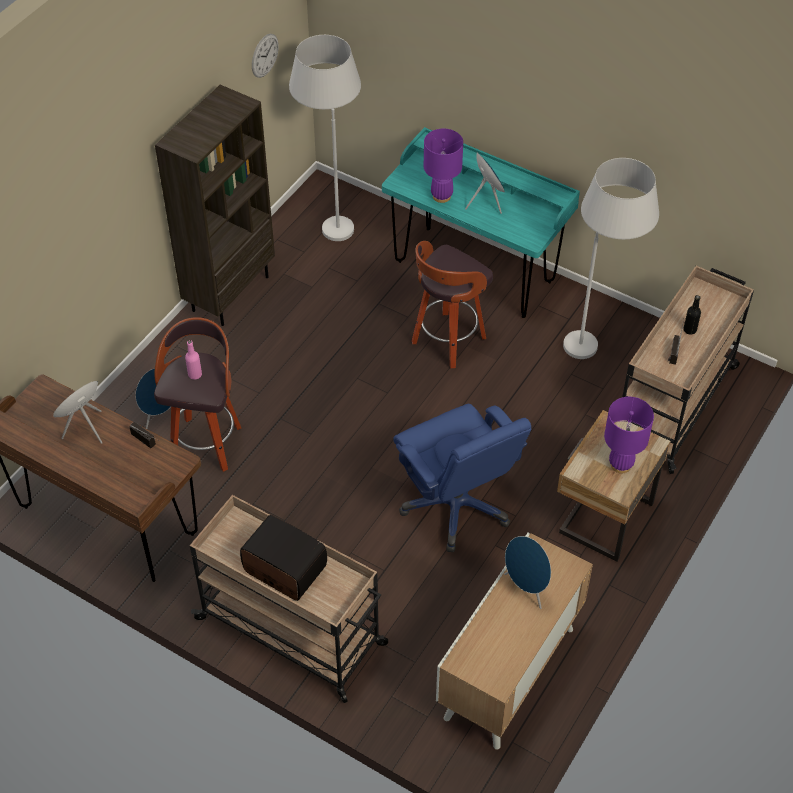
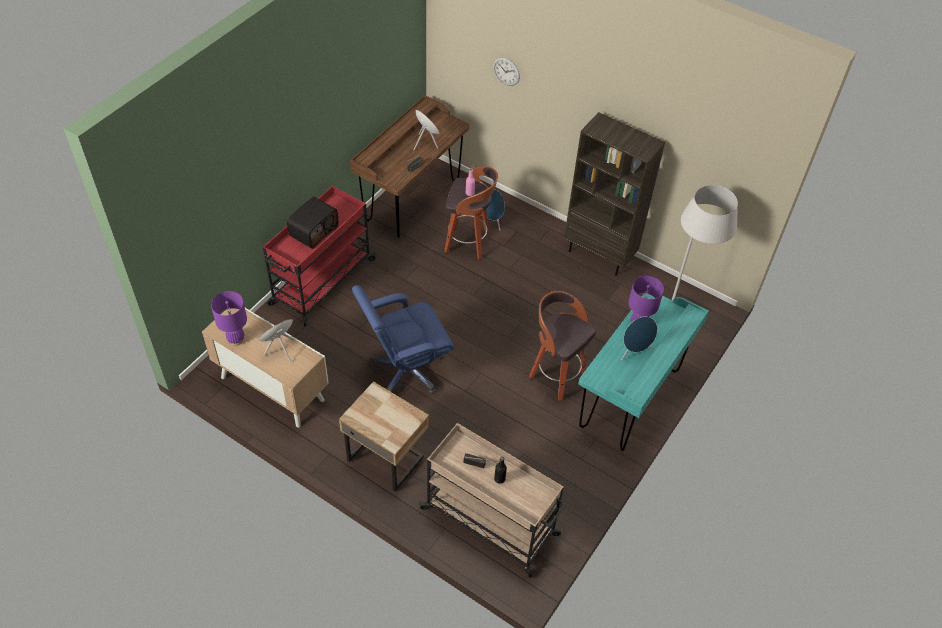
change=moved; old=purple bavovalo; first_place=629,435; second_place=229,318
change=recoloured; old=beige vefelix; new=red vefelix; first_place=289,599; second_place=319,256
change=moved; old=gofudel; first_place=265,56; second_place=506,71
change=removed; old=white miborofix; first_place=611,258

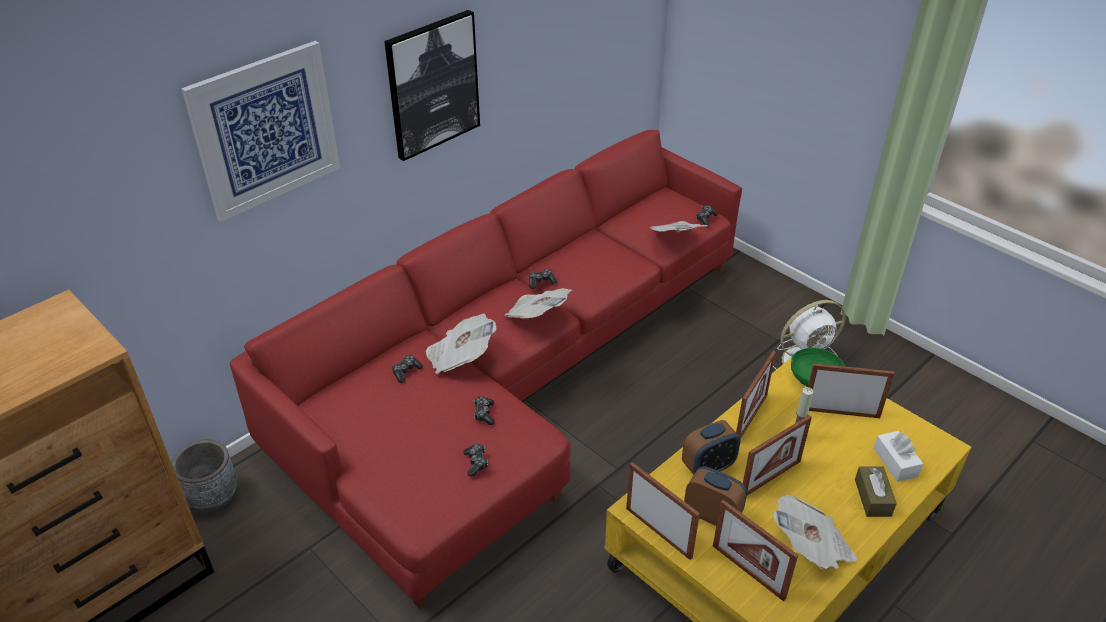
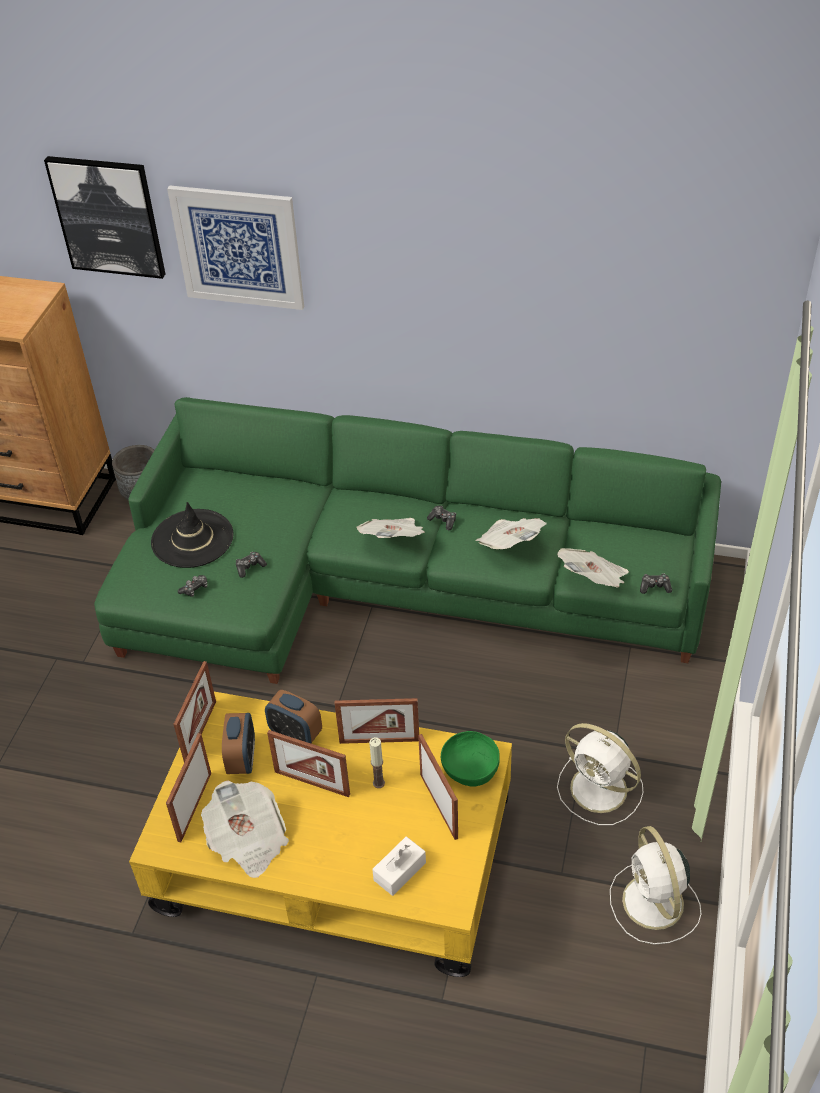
change=moved; old=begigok; first_place=432,85; second_place=104,217
change=recoloured; old=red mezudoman; new=green mezudoman; first_place=486,369; second_place=407,540
change=added; new=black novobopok; second_place=192,535
change=moved; old=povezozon; first_place=461,344; second_place=511,533
change=added; new=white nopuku; second_place=655,885
change=removed; old=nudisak; first_place=407,369
change=removed; old=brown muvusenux; first_place=876,491

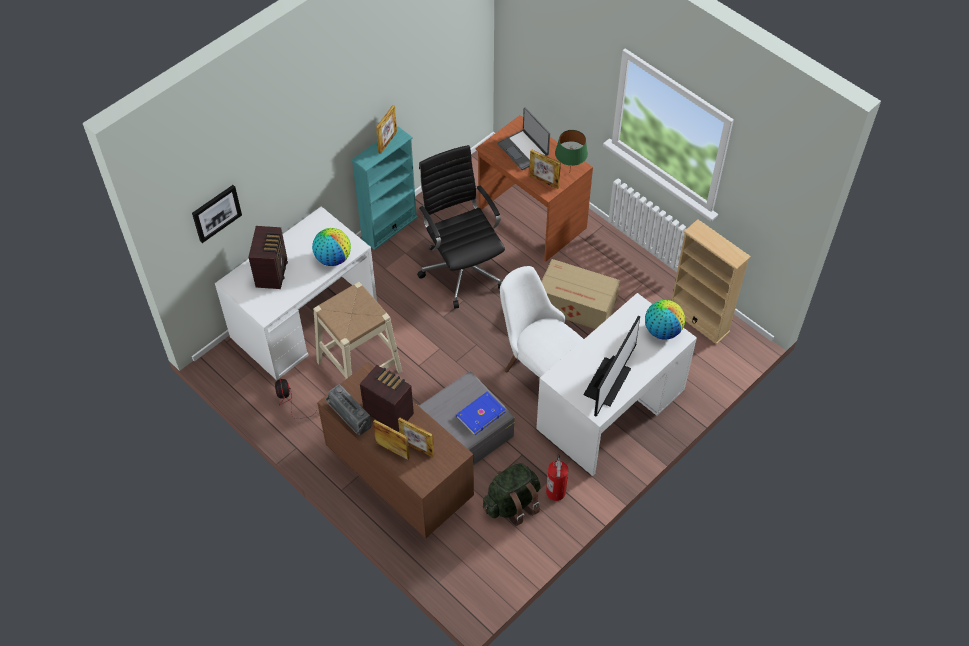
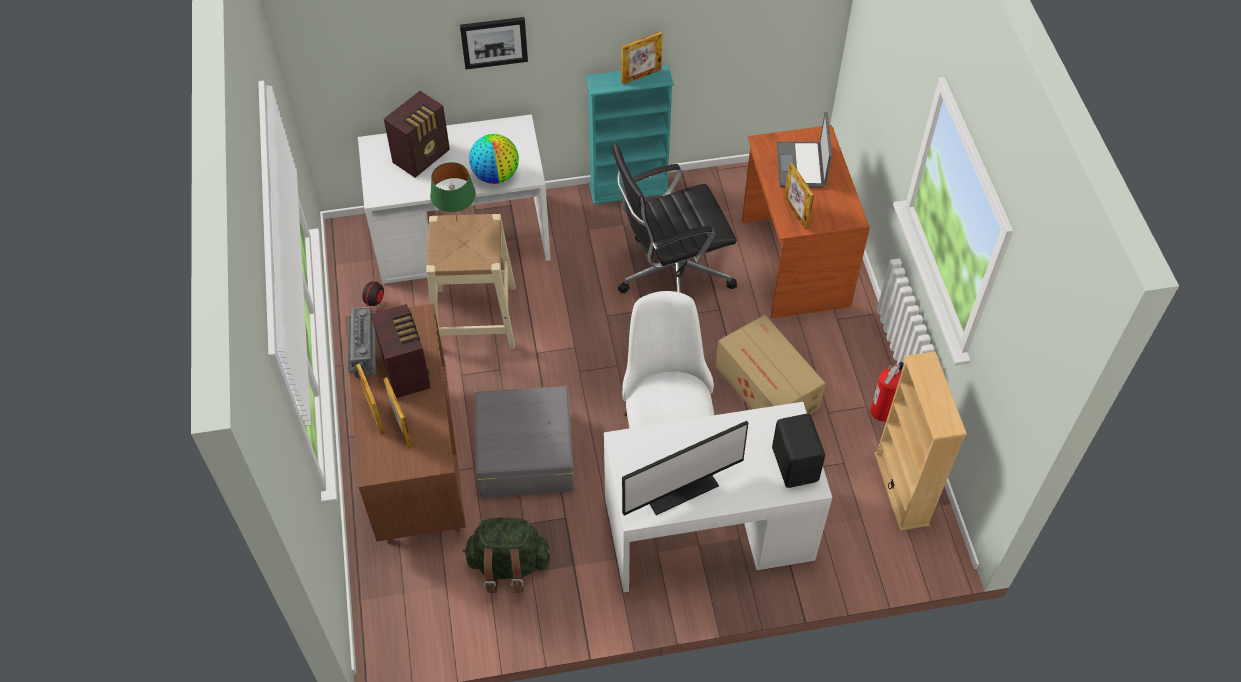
change=moved; old=green bavovalo; first_place=571,148; second_place=453,190
change=moved; old=begigok; first_place=217,214; second_place=494,43
change=turned; old=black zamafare; first_place=461,226; second_place=674,218; degrees=-120
change=replaced; old=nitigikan; new=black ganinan; first_place=665,320; second_place=798,451
change=moved; old=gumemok; first_place=557,477; second_place=887,392
change=removed; old=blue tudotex; first_place=481,414

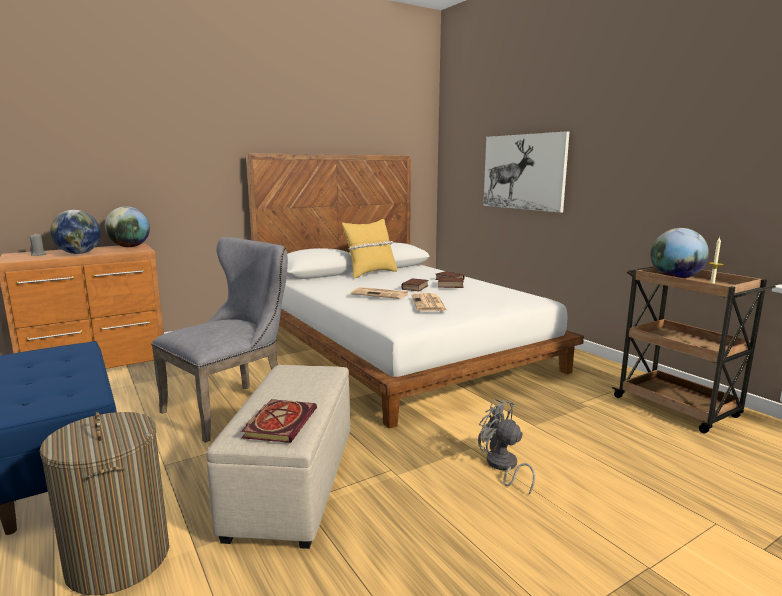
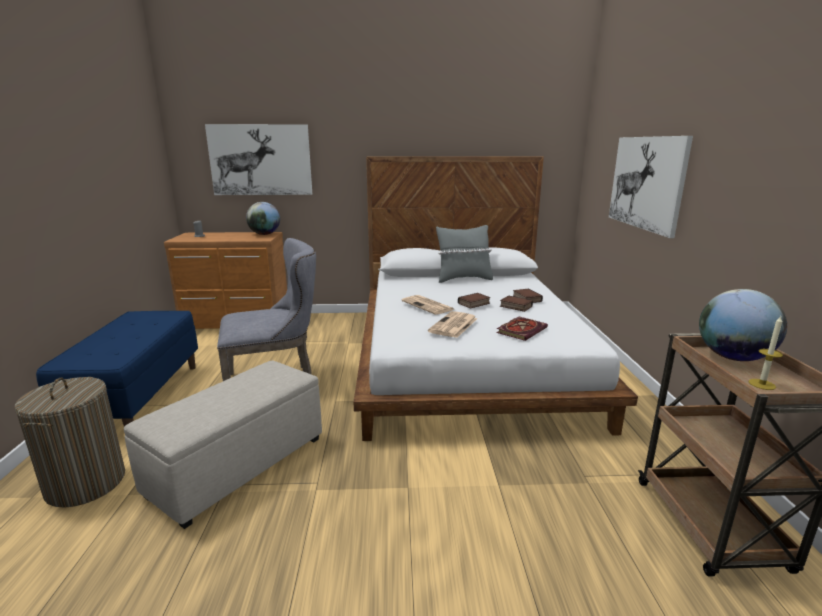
change=added; new=begigok; second_place=258,159
change=recoloured; old=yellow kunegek; new=grey kunegek; first_place=369,249; second_place=464,254
change=moved; old=tudotex; first_place=279,421; second_place=522,329
change=removed; old=nitigikan; first_place=75,232
change=removed; old=grey nopuku; first_place=506,446

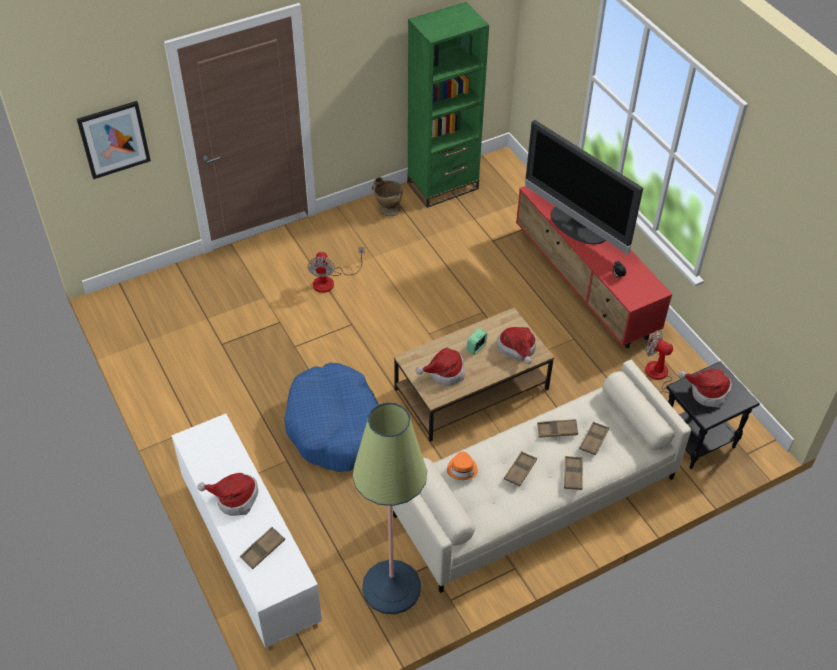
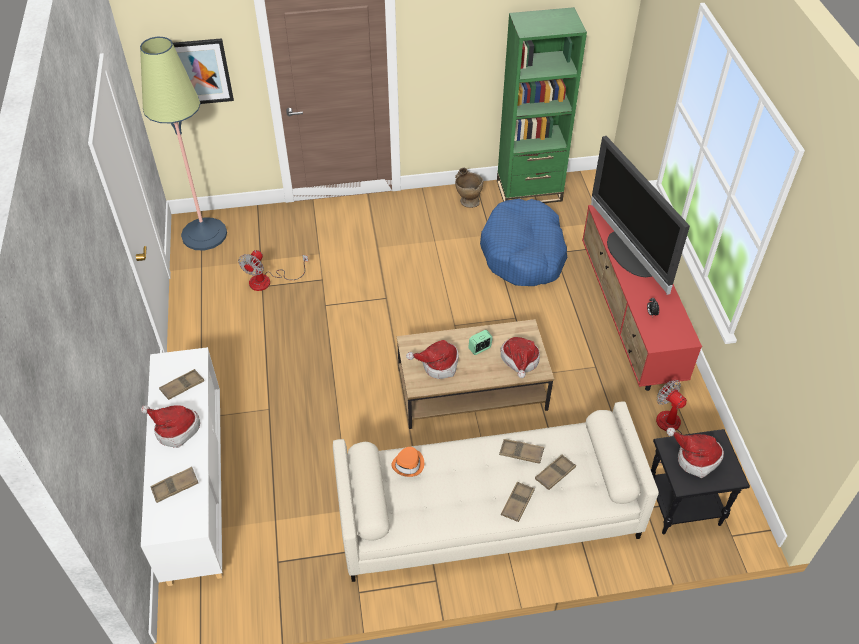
change=moved; old=miborofix; first_place=389,508; second_place=183,143
change=moved; old=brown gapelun; first_place=520,468; second_place=181,384
change=moved; old=nopuku; first_place=335,270; second_place=273,270
change=moved; old=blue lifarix; first_place=331,417; second_place=523,242

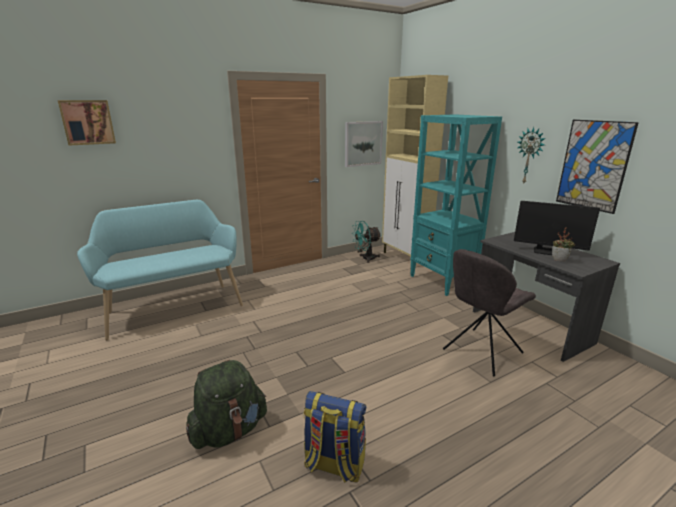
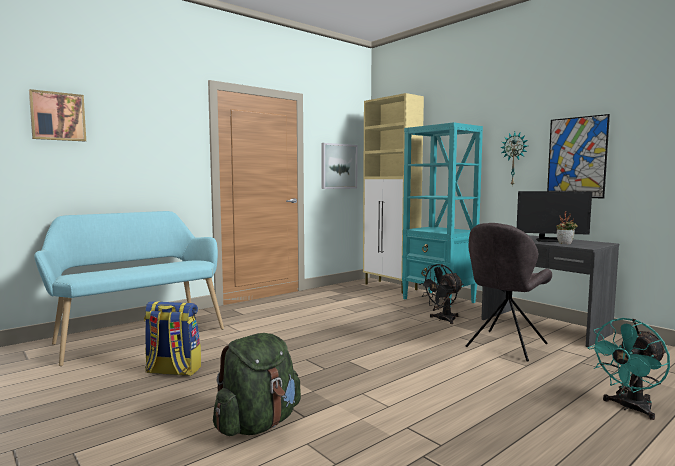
change=moved; old=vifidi; first_place=334,437; second_place=172,338
change=added; new=black nopuku; second_place=441,294
change=moved; old=turquoise nopuku; first_place=366,242; second_place=628,369

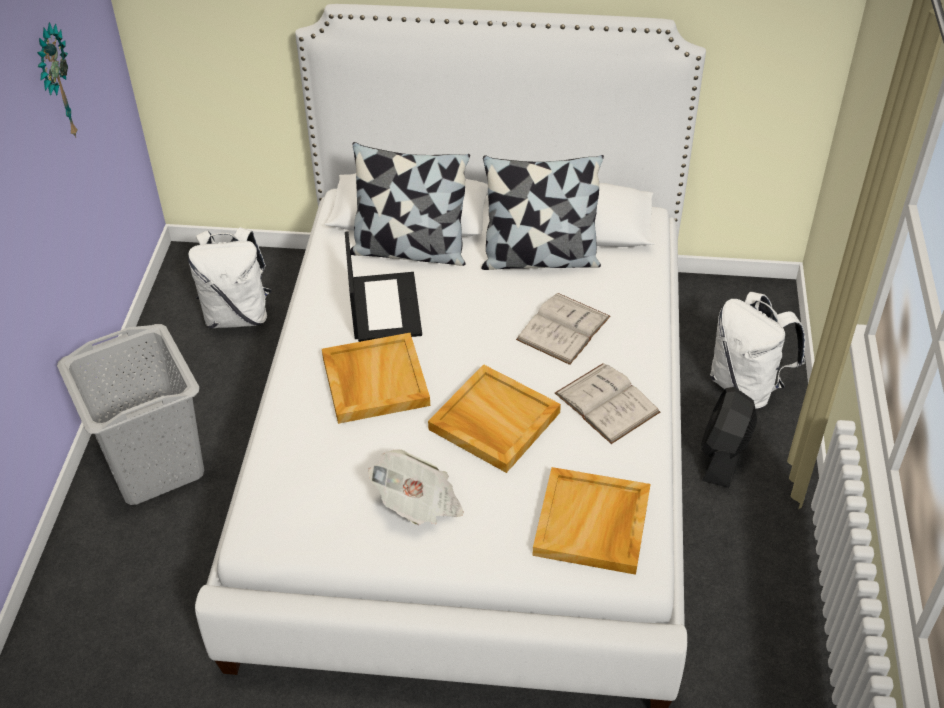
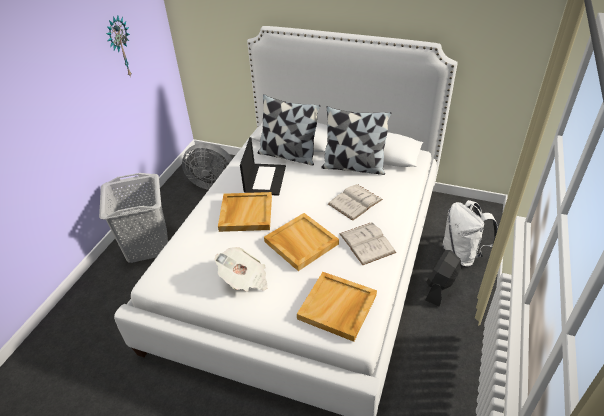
change=replaced; old=white vifidi; new=grey nopuku; first_place=230,278; second_place=207,166

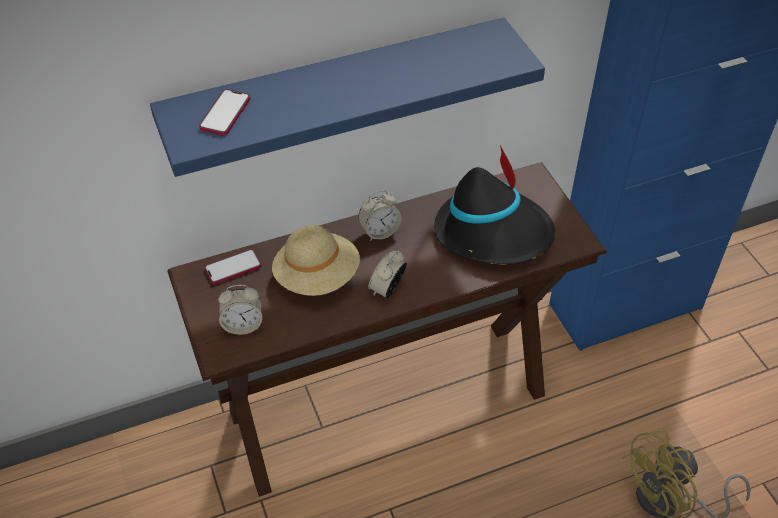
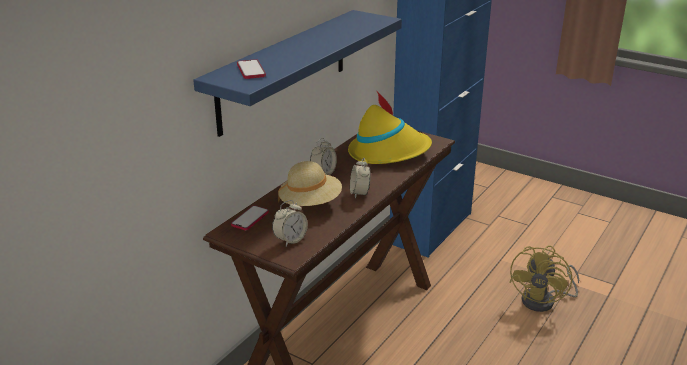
change=recoloured; old=black novobopok; new=yellow novobopok; first_place=494,205; second_place=390,127

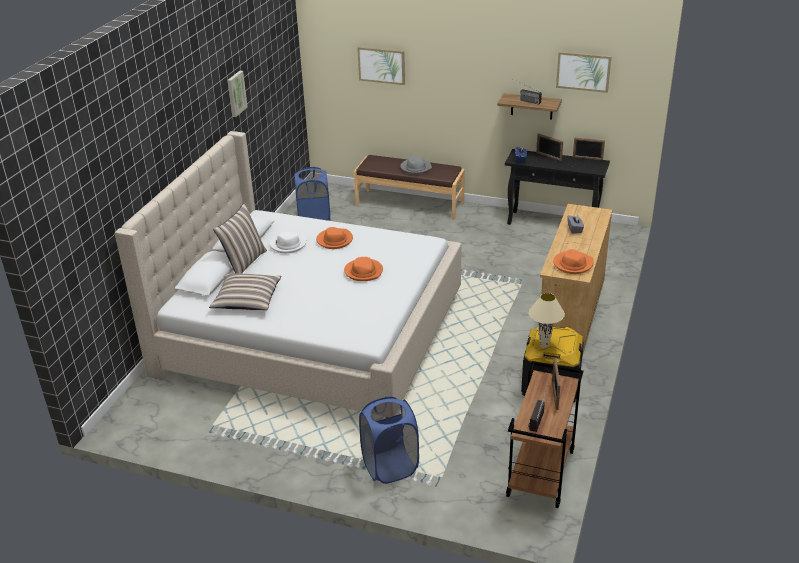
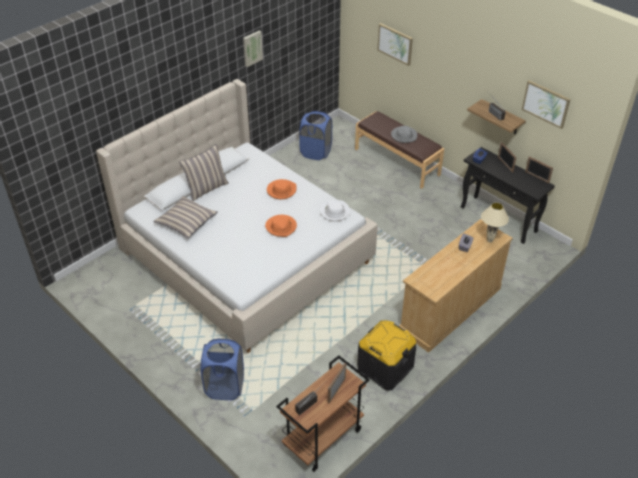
change=moved; old=white novobopok; first_place=288,242; second_place=335,210
change=moved; old=beige bavovalo; first_place=547,320; second_place=495,222
change=removed; old=orange novobopok; first_place=573,261

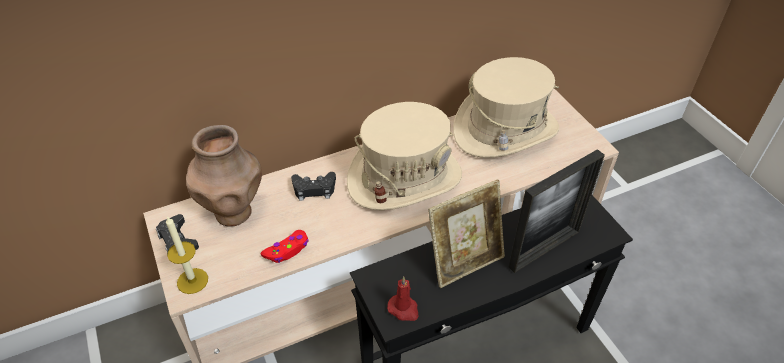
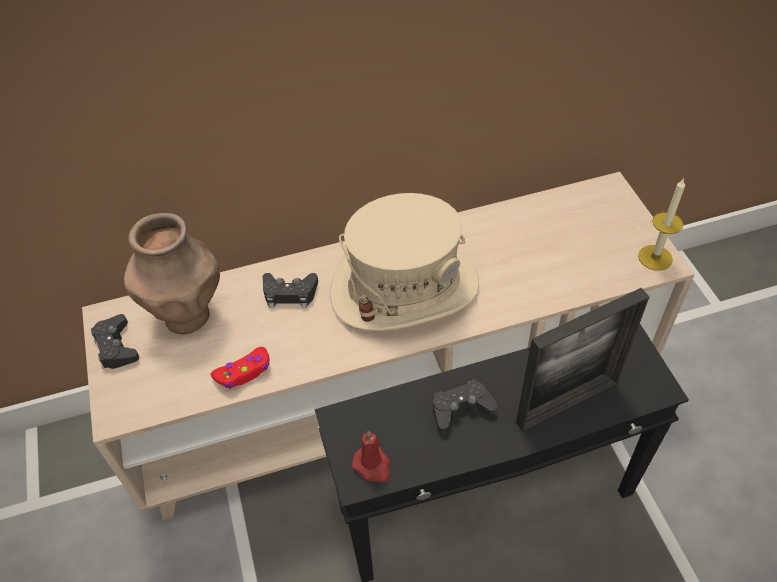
change=replaced; old=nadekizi; new=black nudisak; first_place=466,233; second_place=465,406
change=moved; old=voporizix; first_place=187,255; second_place=661,224
change=removed; old=beige novobopok; first_place=506,107

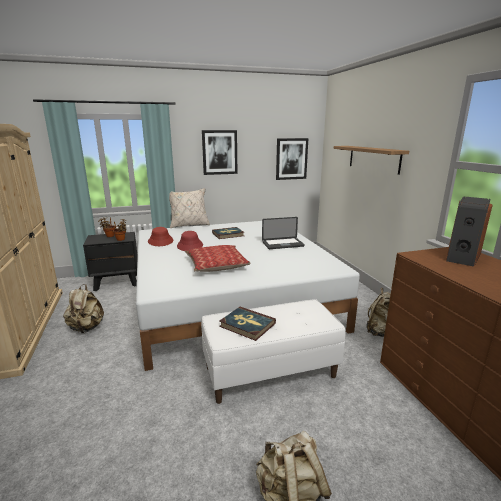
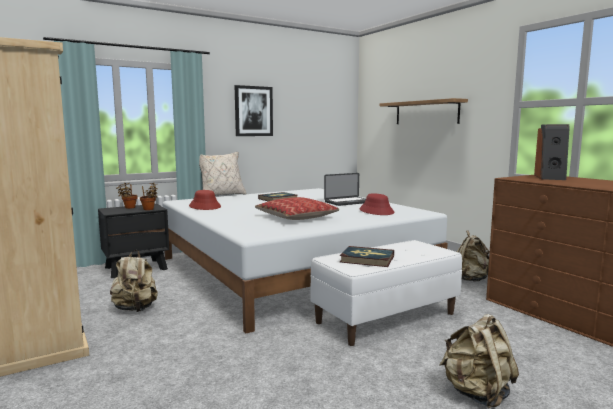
change=moved; old=red novobopok; first_place=190,241; second_place=376,204
change=removed; old=begigok; first_place=292,159

